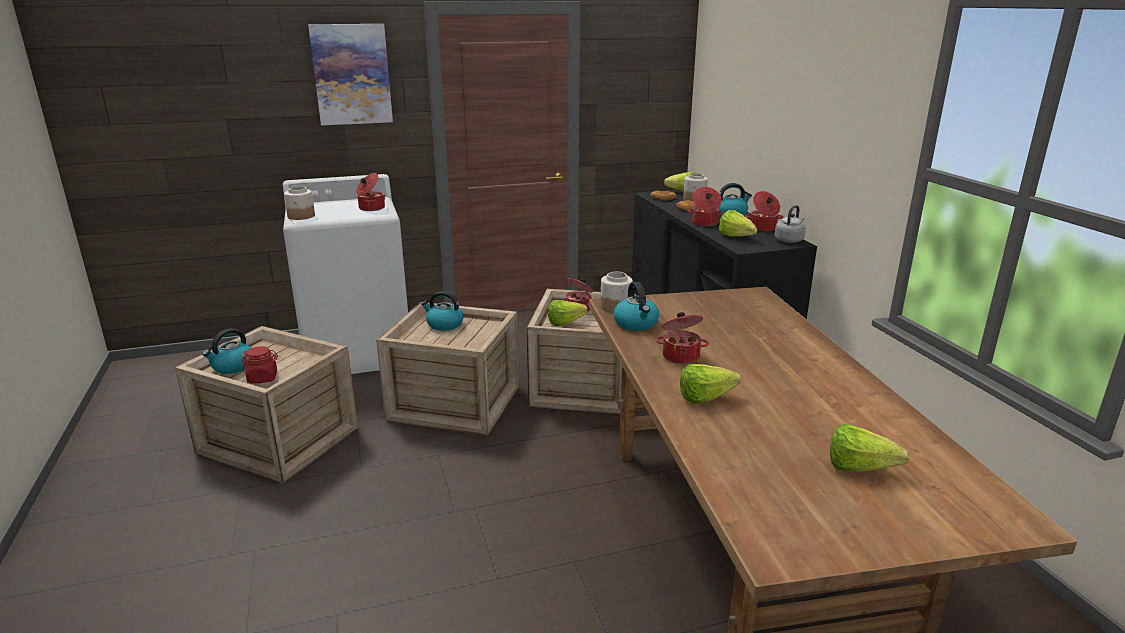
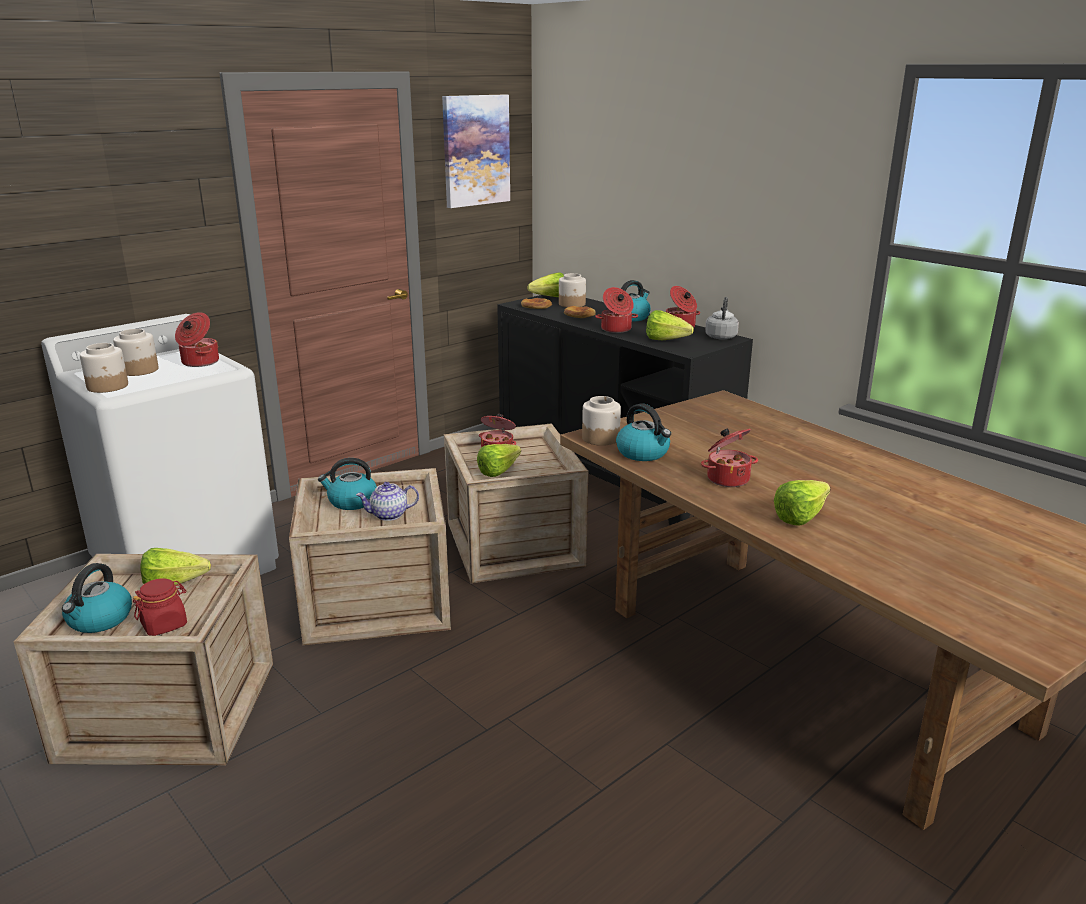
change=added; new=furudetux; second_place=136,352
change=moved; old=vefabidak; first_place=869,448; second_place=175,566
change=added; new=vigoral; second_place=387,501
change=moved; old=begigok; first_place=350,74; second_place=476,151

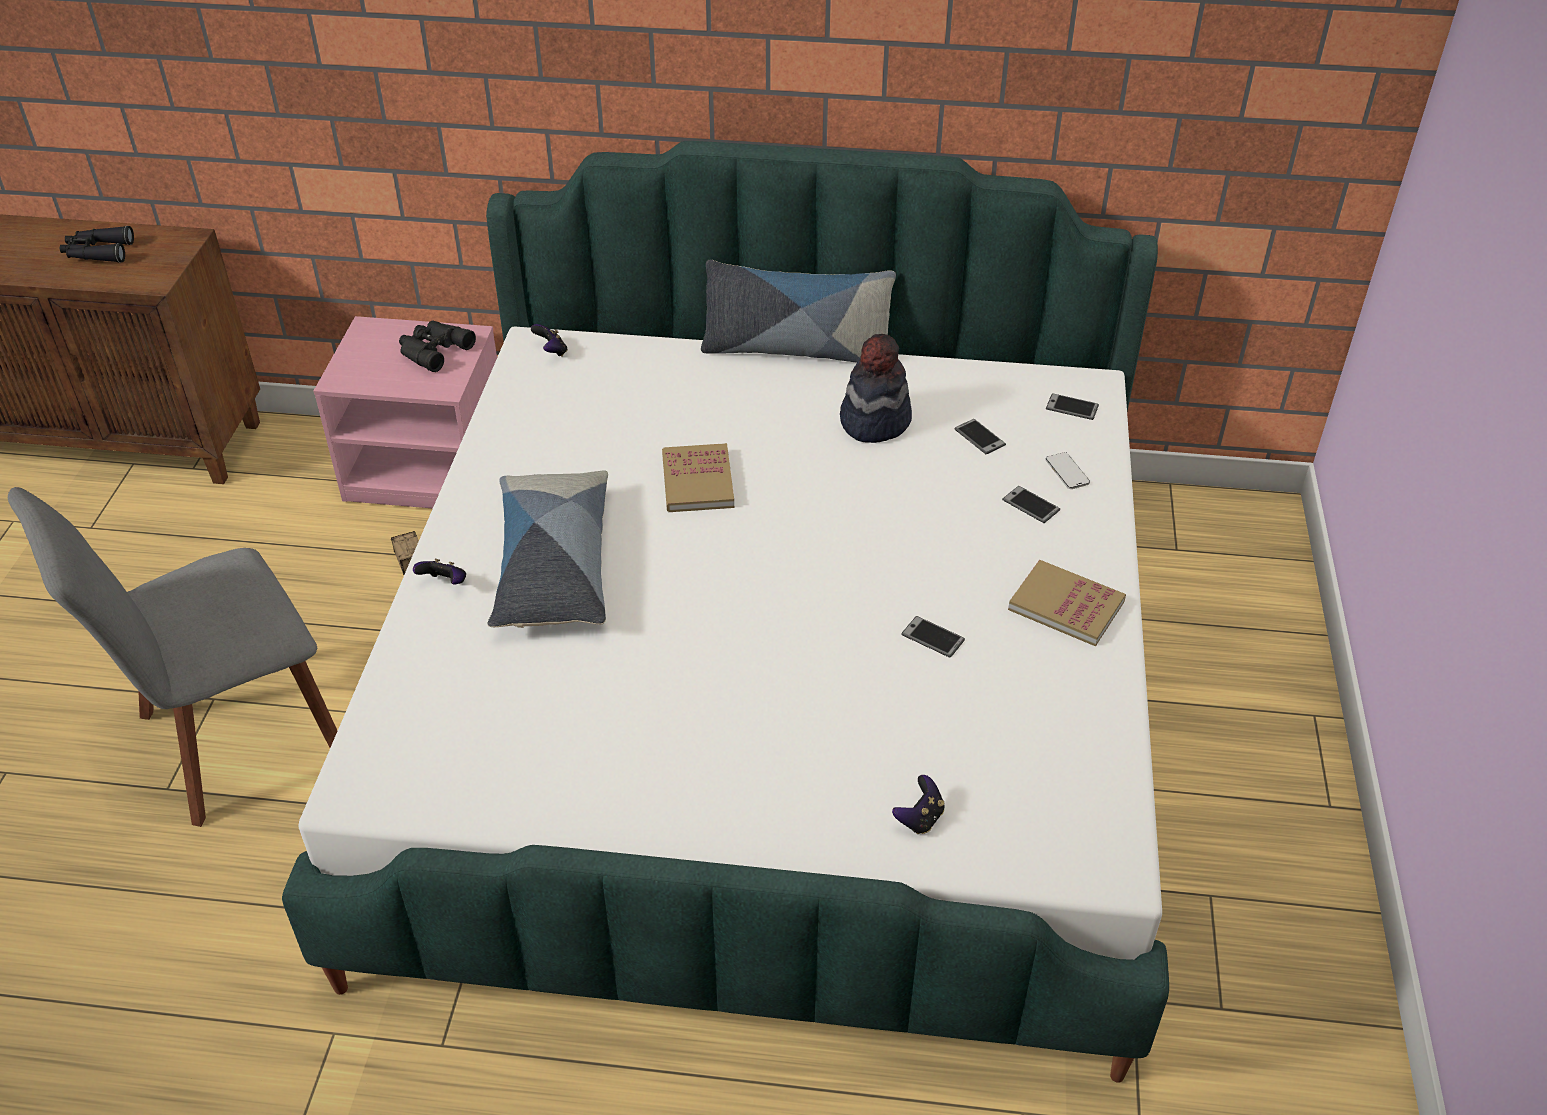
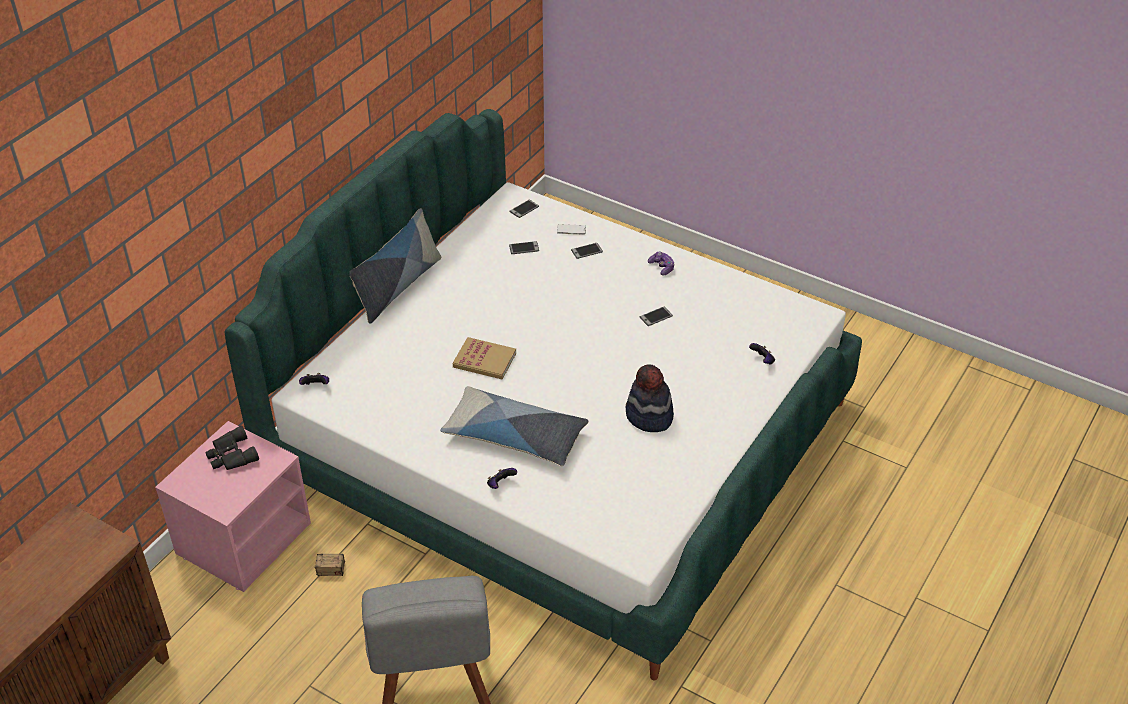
change=moved; old=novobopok; first_place=876,388; second_place=650,398
change=replaced; old=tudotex; new=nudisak; first_place=1067,603; second_place=661,264
change=removed; old=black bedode; first_place=97,244

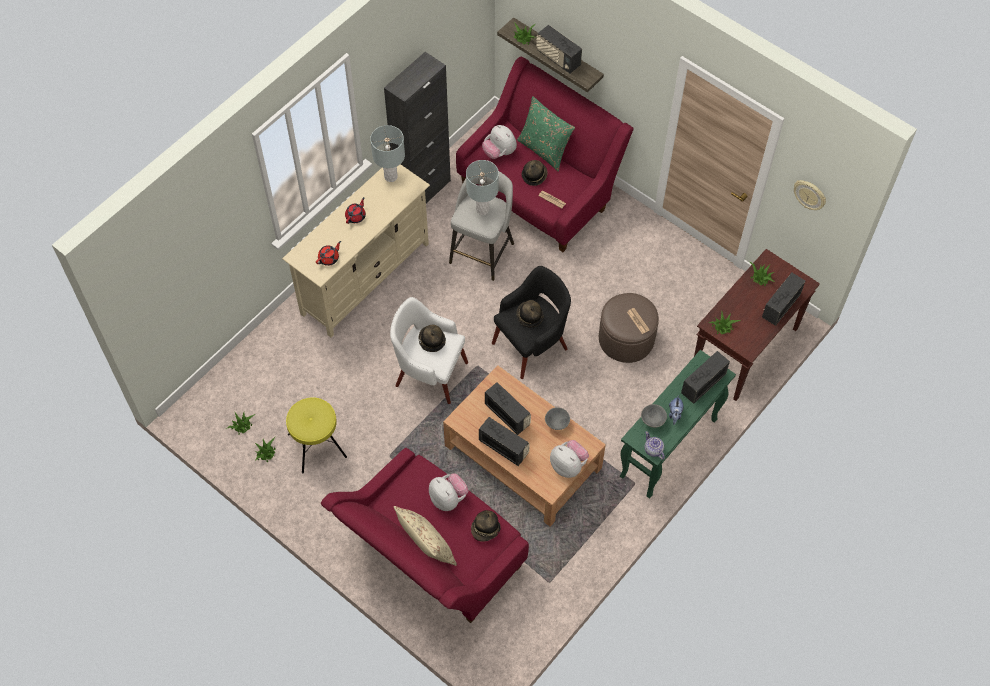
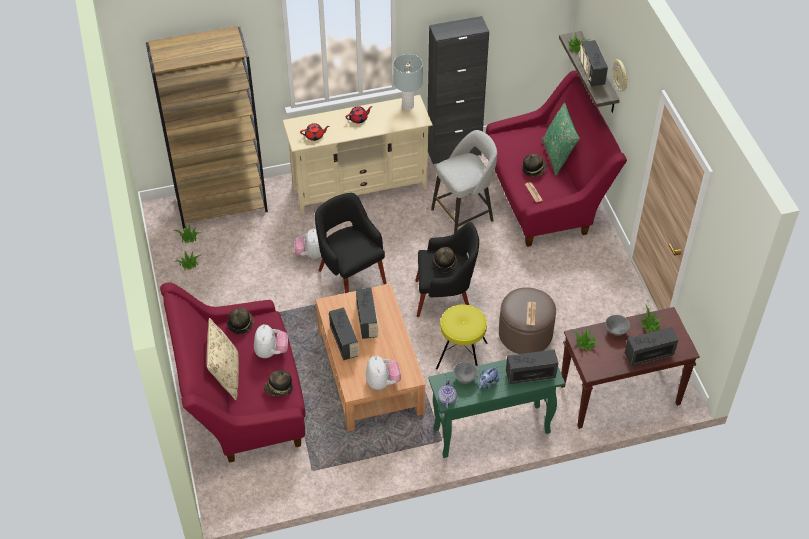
change=added; new=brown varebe; second_place=207,127
change=moved; old=novobopok; first_place=432,338; second_place=240,321
change=moved; old=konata; first_place=499,142; second_place=307,243
change=recoloured; old=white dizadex; new=black dizadex; first_place=429,350; second_place=350,243
change=moved; old=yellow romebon; first_place=316,435; second_place=461,337
change=moved; old=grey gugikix; first_place=557,418; second_place=617,325
change=moved; old=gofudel; first_place=810,195; second_place=619,75
change=removed; old=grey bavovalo; first_place=482,187

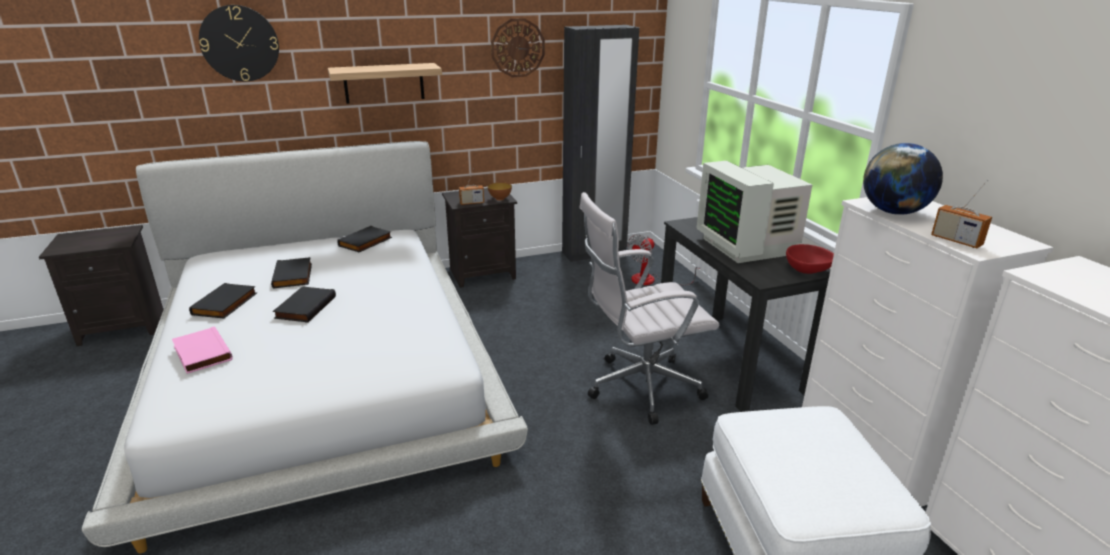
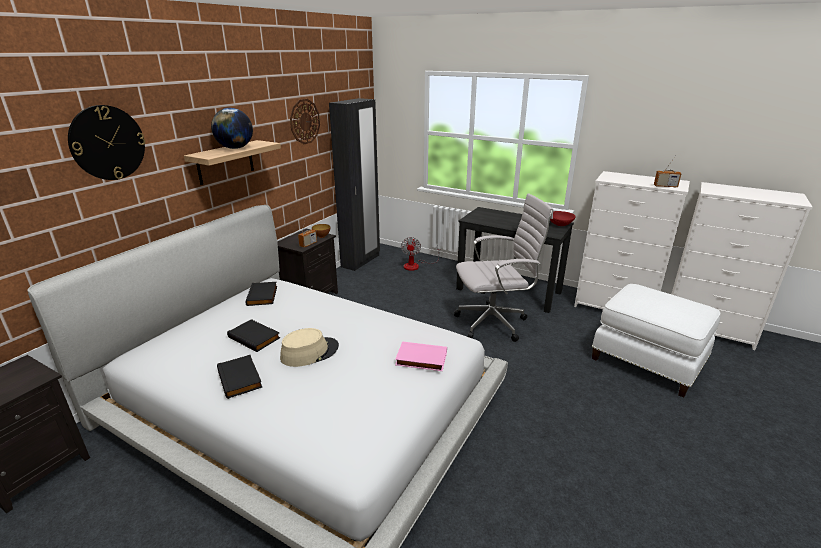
change=moved; old=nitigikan; first_place=903,179; second_place=232,128
change=replaced; old=black tudotex; new=beige novobopok; first_place=304,304; second_place=309,347
change=moved; old=pink tudotex; first_place=202,350; second_place=421,356
change=turned; old=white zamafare; first_place=649,308; second_place=503,267; degrees=-135
change=removed; old=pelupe; first_place=754,212

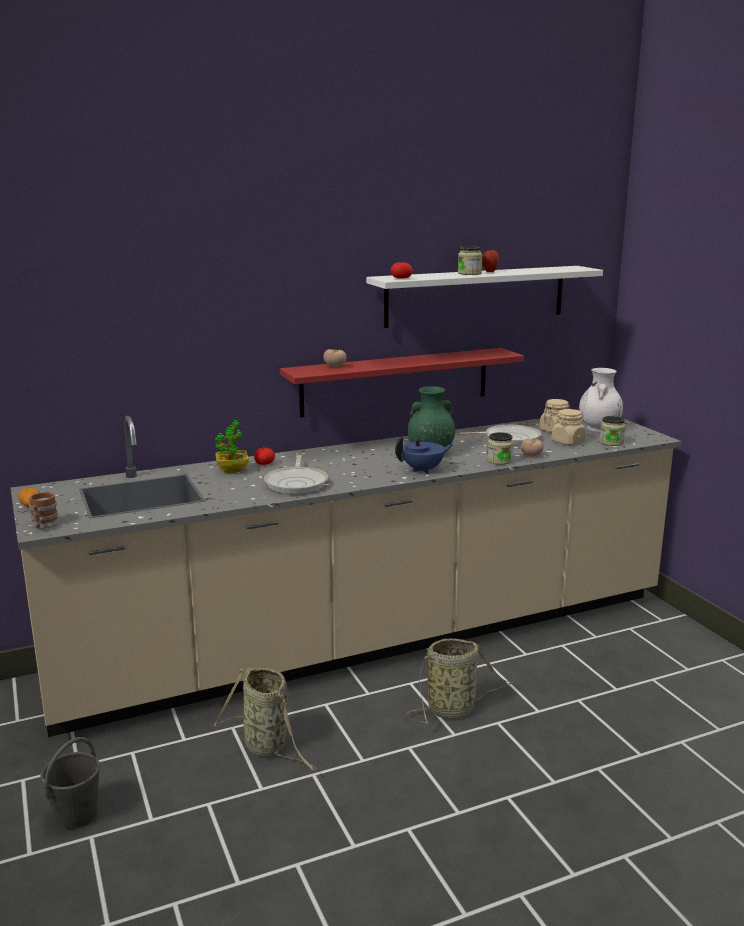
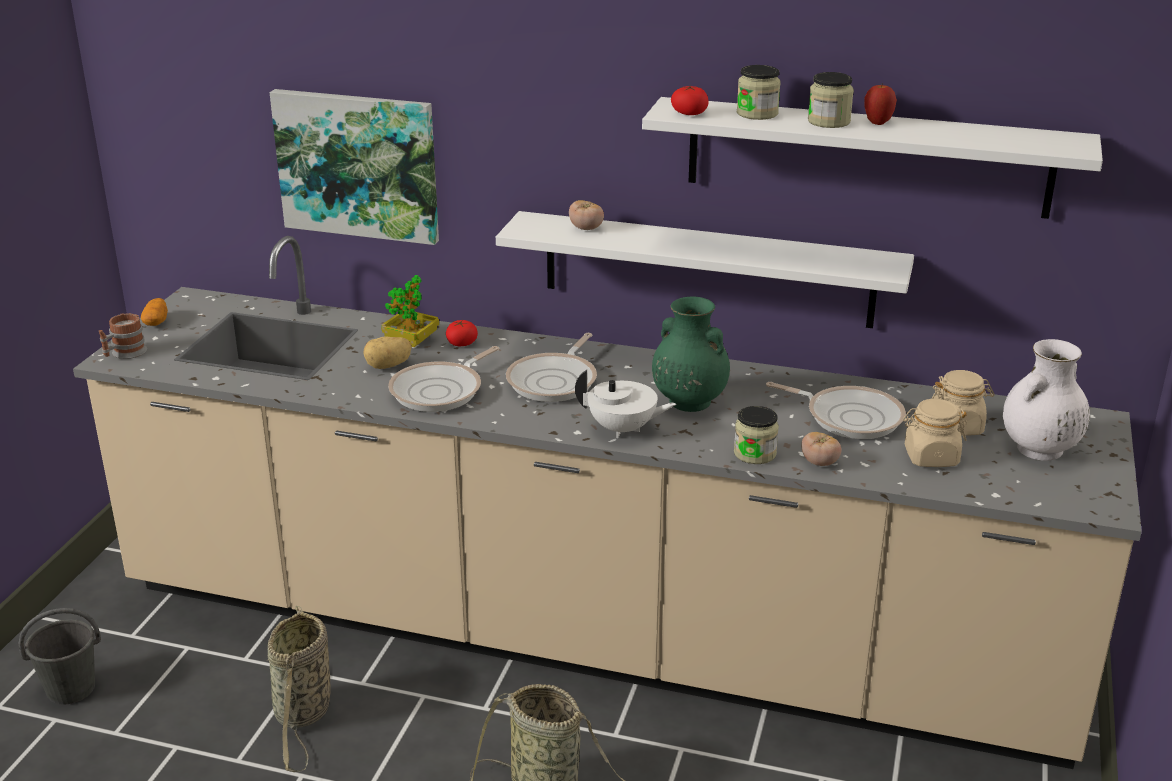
change=added; new=begigok; second_place=354,167
change=added; new=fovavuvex; second_place=388,352
change=recoloured; old=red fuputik; new=white fuputik; first_place=402,383; second_place=705,269
change=added; new=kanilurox; second_place=551,367
change=recoloured; old=blue vigoral; new=white vigoral; first_place=424,455; second_place=625,404
change=moved; old=furudetux; first_place=612,431; second_place=759,92

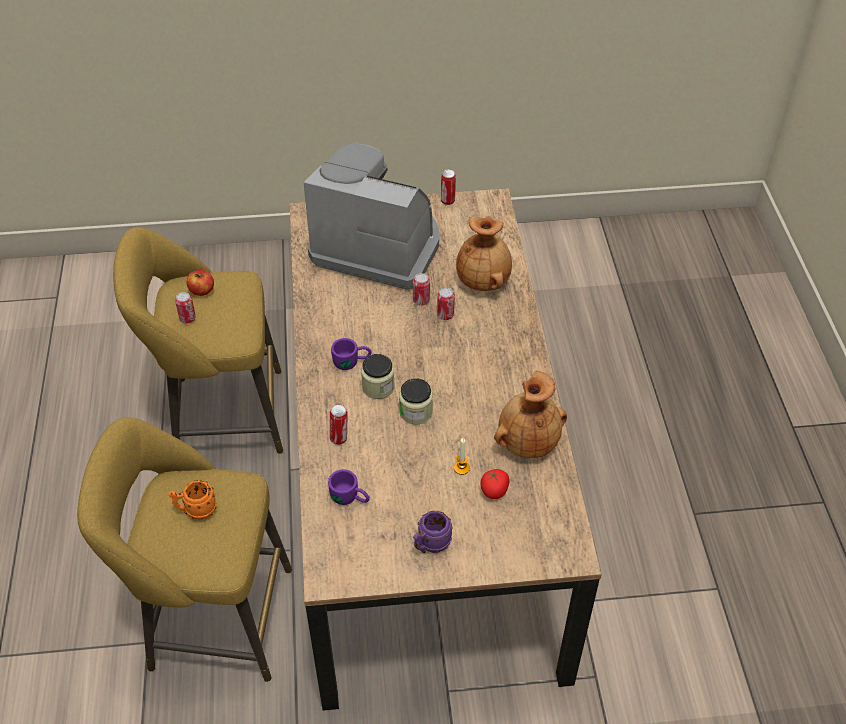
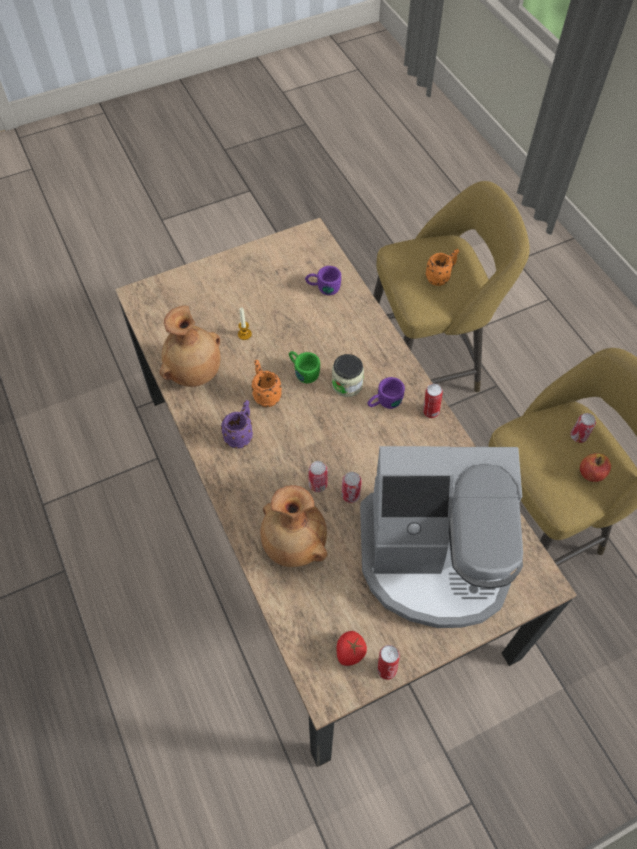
change=moved; old=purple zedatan; first_place=433,532; second_place=237,424
change=added; new=orange zedatan; second_place=267,383
change=replaced; old=furudetux; new=green zedatan; first_place=416,401; second_place=304,367
change=moved; old=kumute; first_place=495,484; second_place=352,648
change=moved; old=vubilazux; first_place=339,424; second_place=433,400

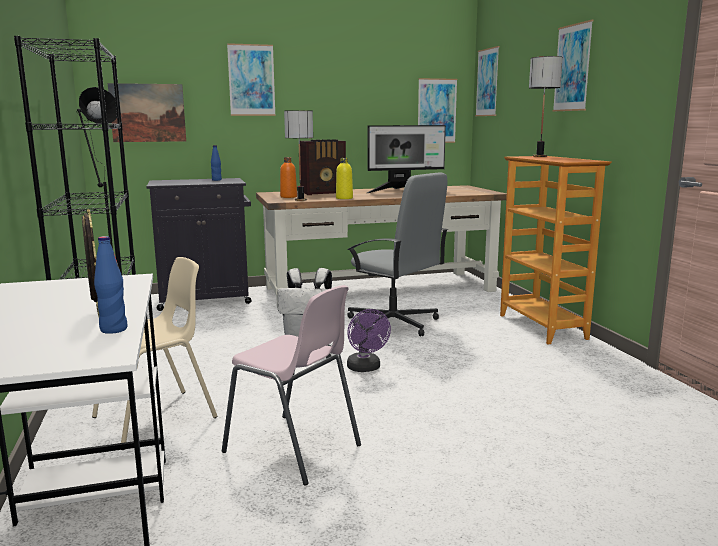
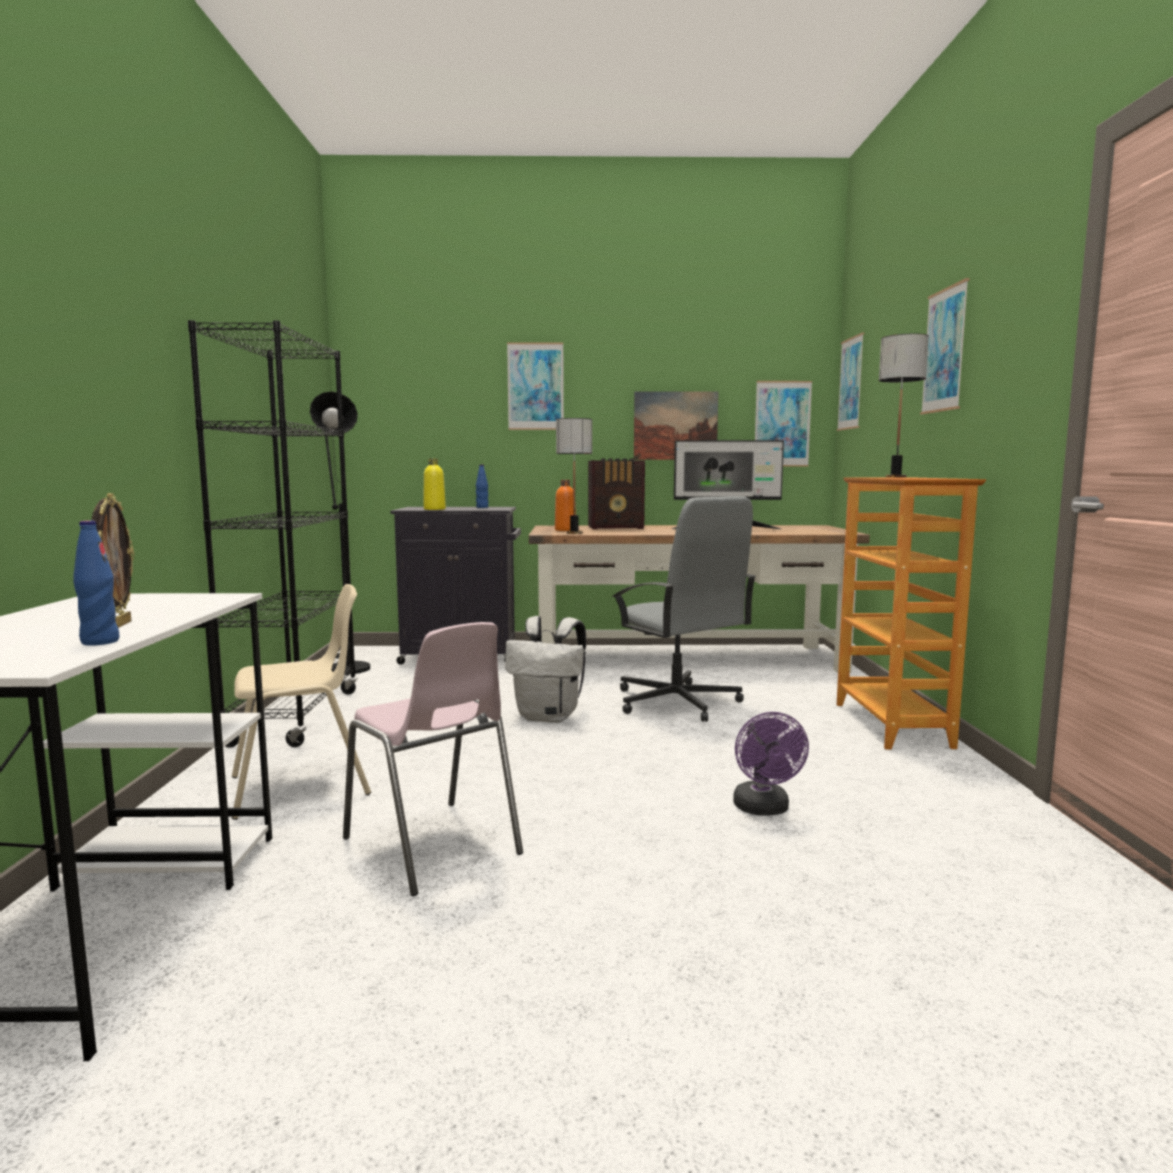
change=moved; old=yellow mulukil; first_place=344,178; second_place=435,484
change=moved; old=begigok; first_place=147,112; second_place=676,425
change=moved; old=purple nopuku; first_place=369,340; second_place=771,763

